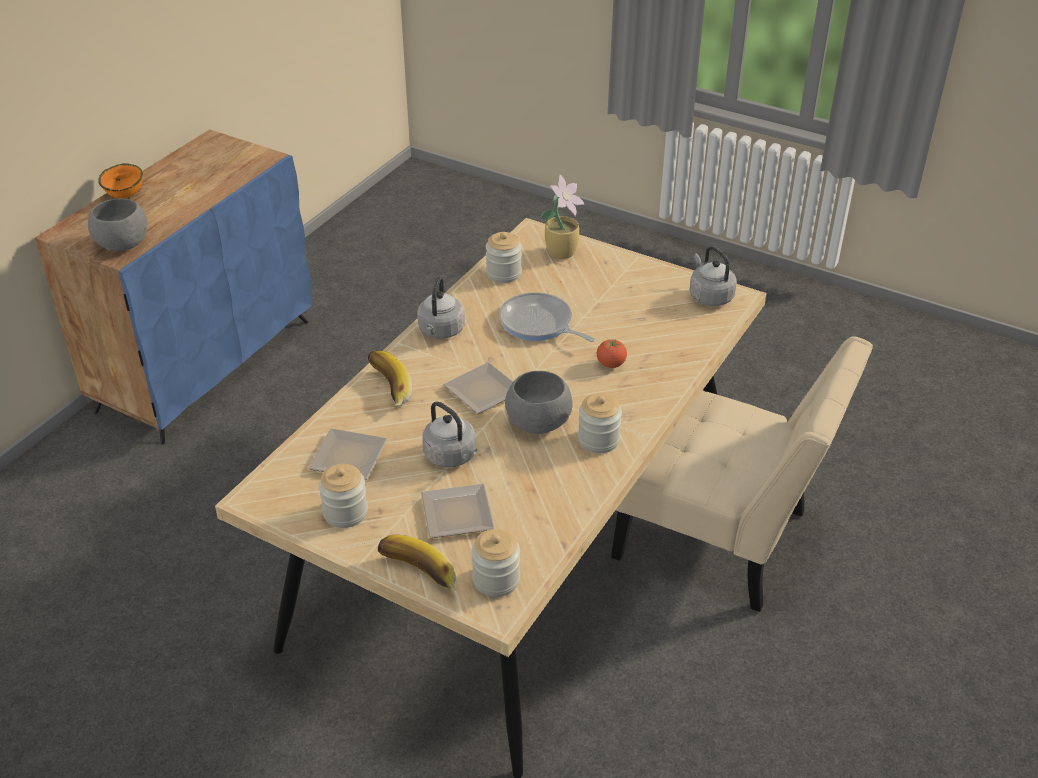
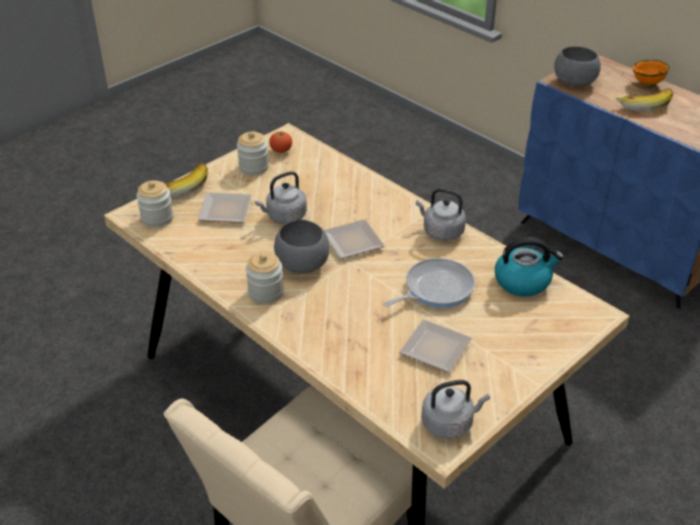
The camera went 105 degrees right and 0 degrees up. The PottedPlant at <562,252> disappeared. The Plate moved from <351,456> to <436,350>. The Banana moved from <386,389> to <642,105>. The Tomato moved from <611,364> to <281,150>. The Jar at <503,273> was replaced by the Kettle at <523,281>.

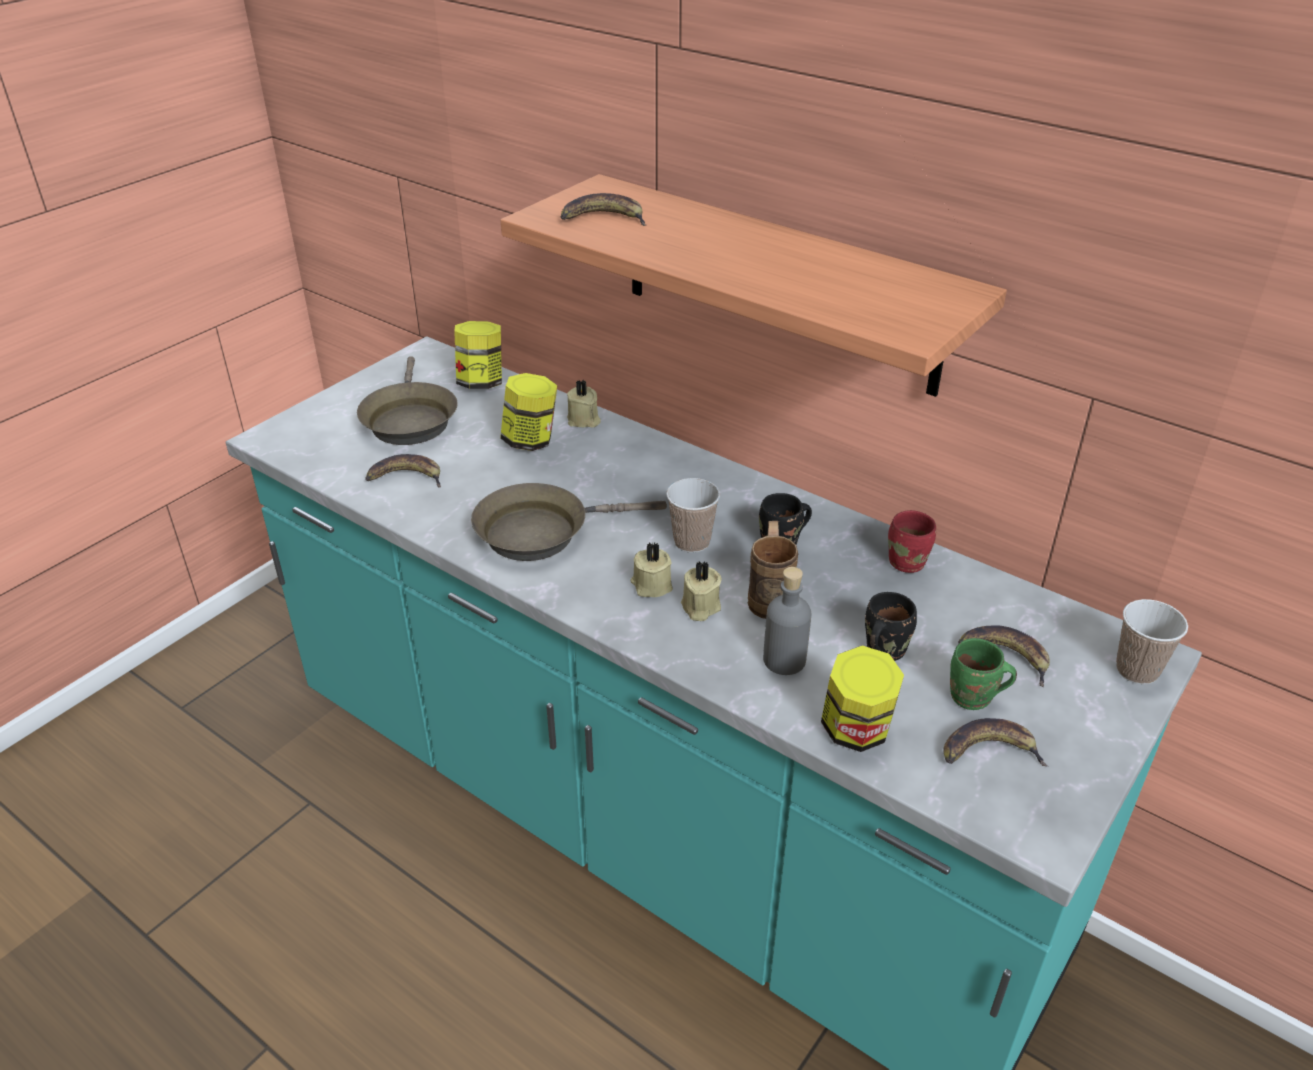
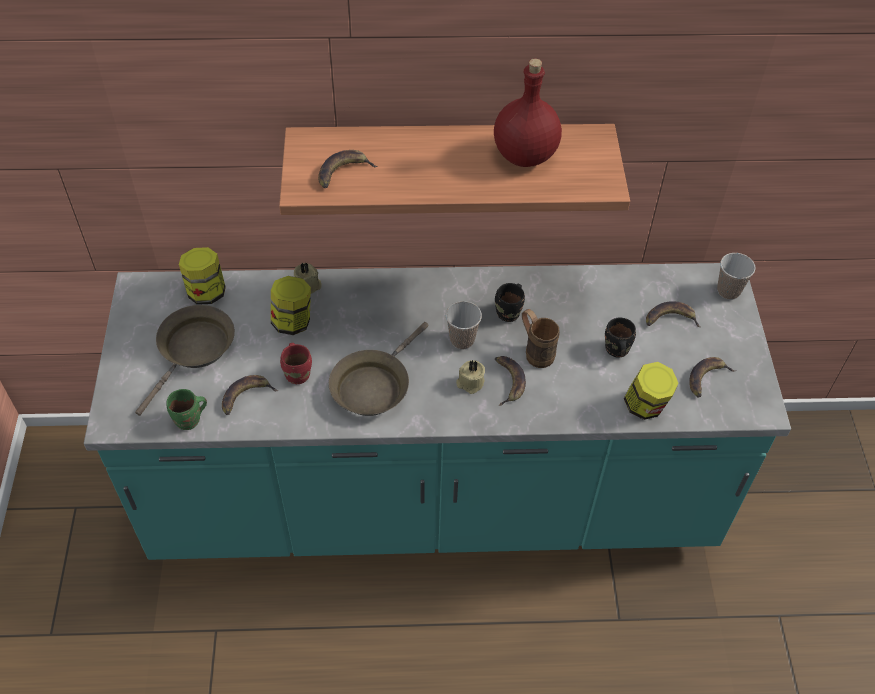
The camera went 40 degrees left and 15 degrees up. The GreyBottle at <784,660> disappeared. The RedBottle at <526,155> appeared. The RedMug moved from <909,562> to <299,373>. The GreenMug moved from <973,699> to <190,421>. The BeigeCandle at <699,607> was replaced by the Banana at <508,381>. The BrownFryingPan at <409,420> turned 105 degrees counterclockwise.

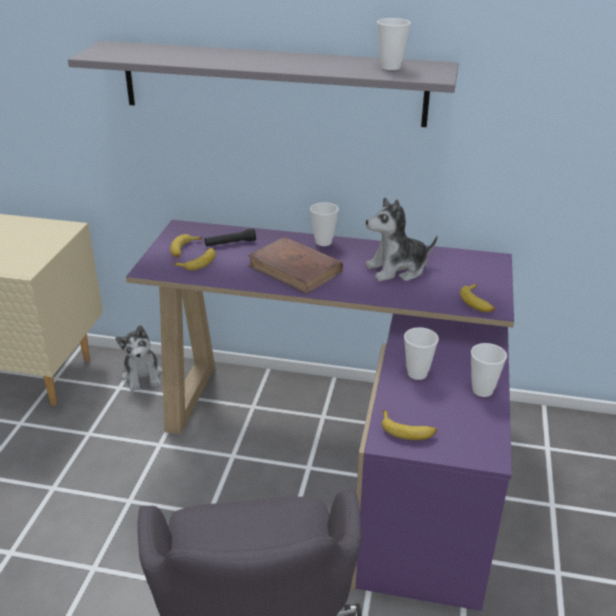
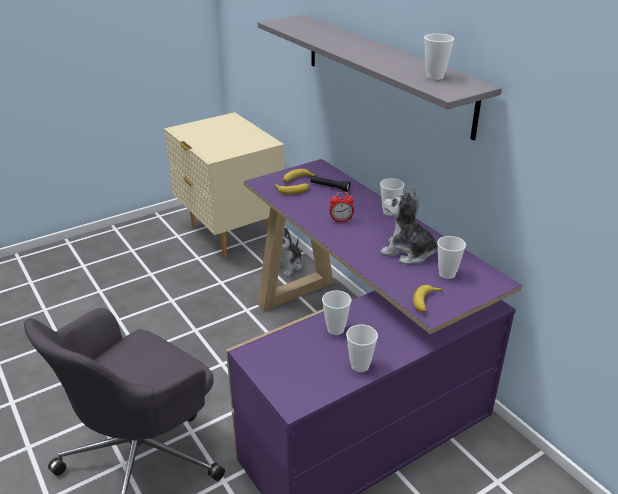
The camera went 45 degrees right and 0 degrees up. The Banana at <407,430> disappeared. The Cup at <447,274> appeared. The BrownBook at <295,269> was replaced by the AlarmClock at <341,220>.

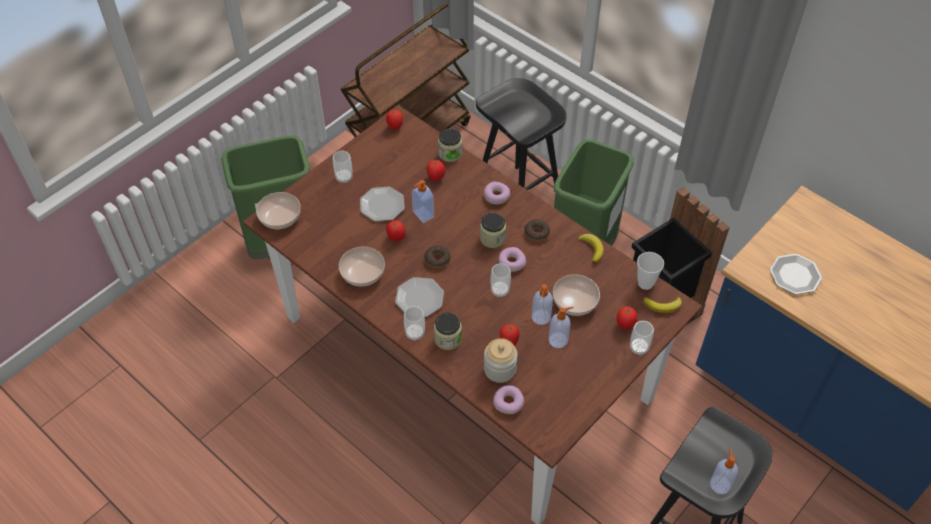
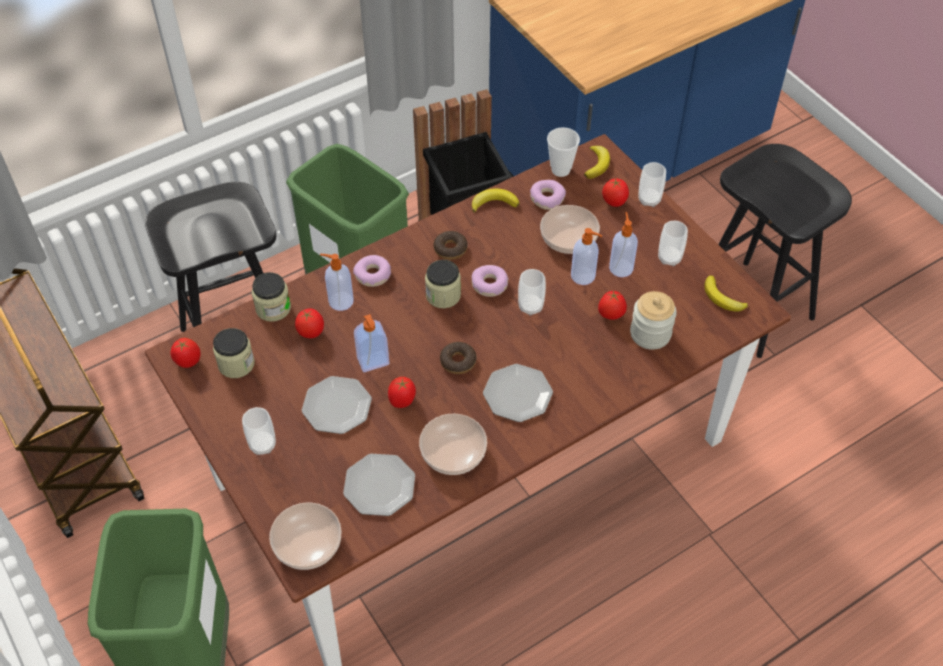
The camera went 75 degrees left and 0 degrees up. The Banana at <722,298> appeared. The Cup moved from <415,333> to <669,258>. The Jar moved from <448,339> to <236,364>. The Donut moved from <508,402> to <547,198>. The SoapDispenser moved from <720,483> to <340,301>. The Plate moved from <794,275> to <379,486>.

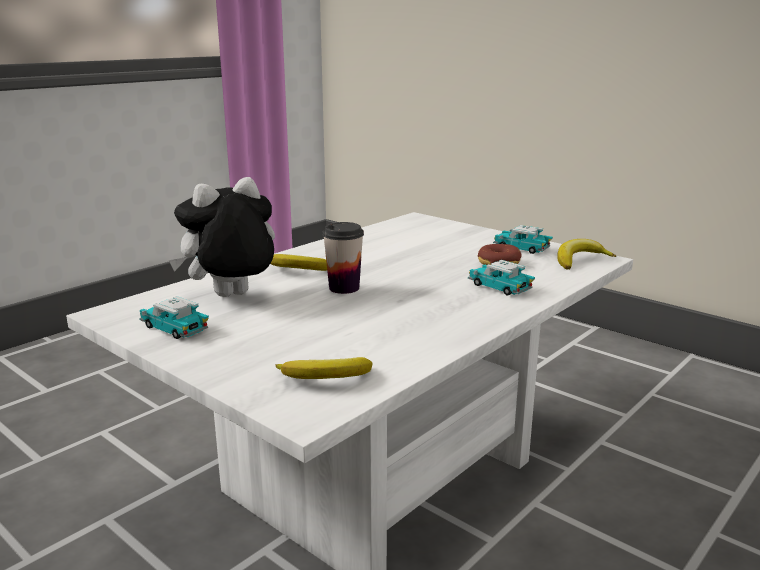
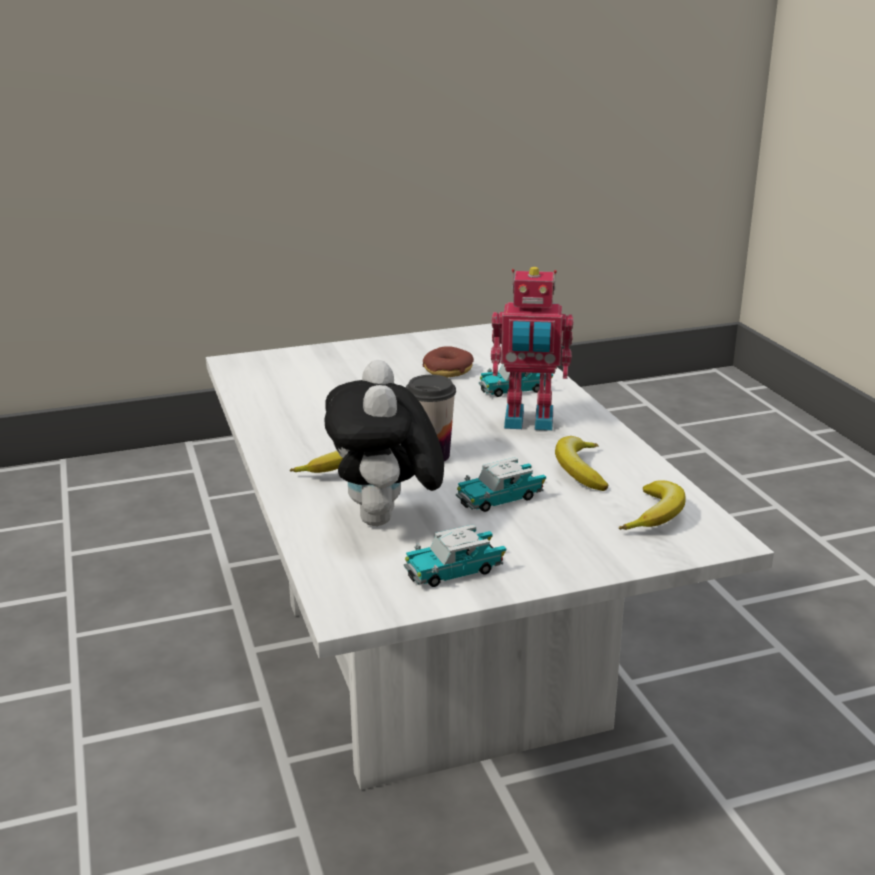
The camera went 60 degrees left and 5 degrees up. The ToyRobot at <528,422> appeared. The ToyCar moved from <521,248> to <500,498>. The Banana moved from <580,260> to <580,470>.

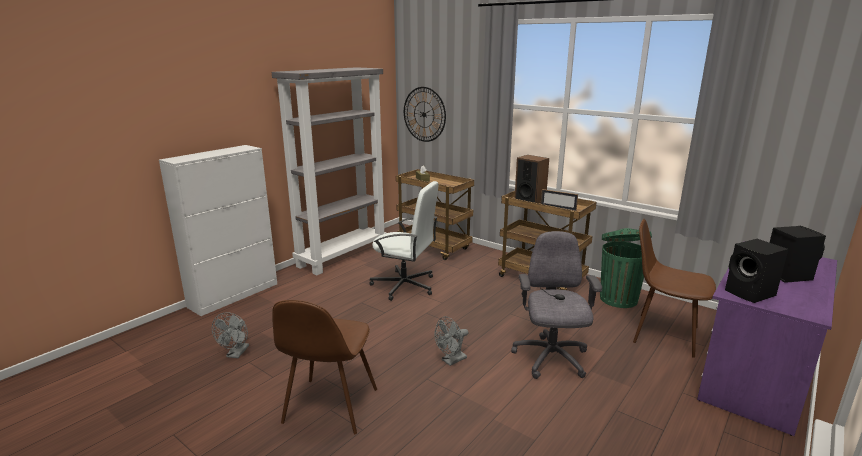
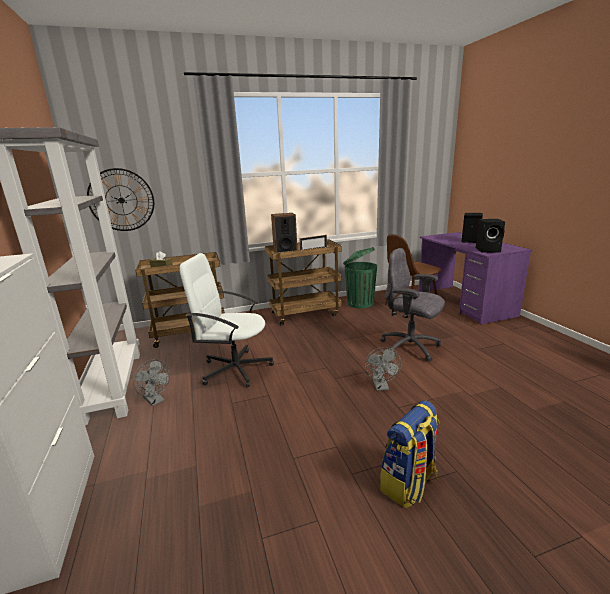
The camera went 55 degrees left and 0 degrees up. The GreyFan moved from <236,354> to <155,400>. The BrownChair at <330,407> was replaced by the Backpack at <409,484>. The WhiteOfficeChair at <405,286> turned 135 degrees counterclockwise.

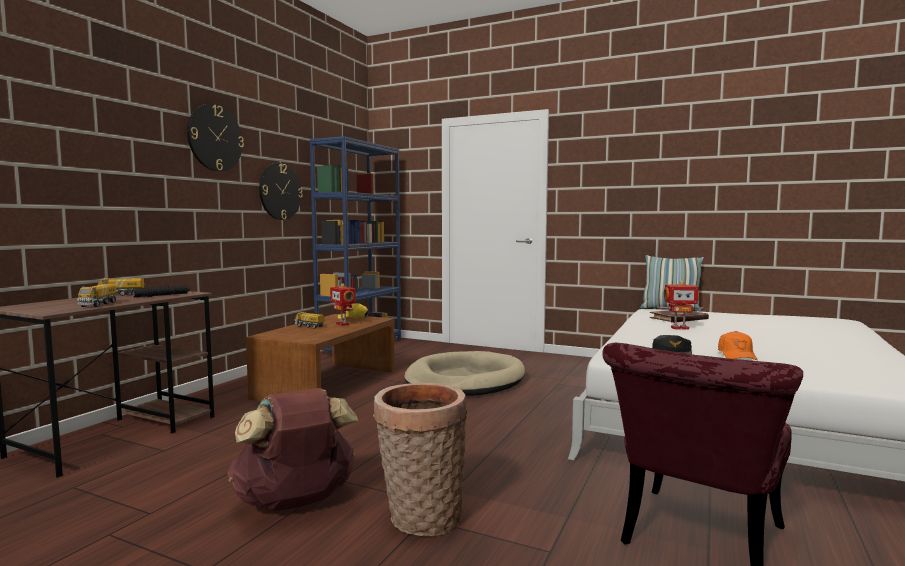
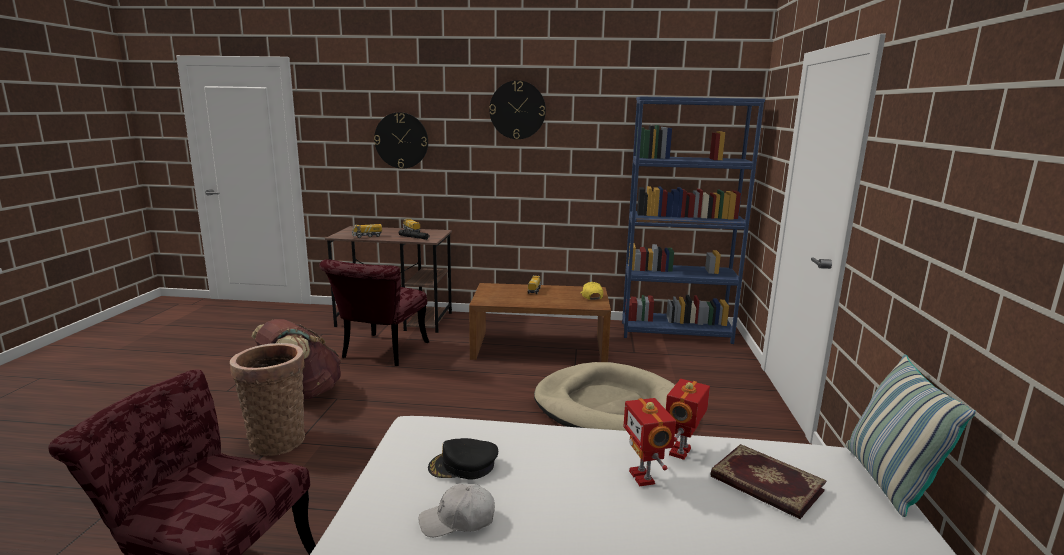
The camera went 70 degrees right and 10 degrees up. The RedChair at <380,353> appeared. The WallClock moved from <280,191> to <401,140>. The ToyRobot moved from <343,324> to <682,452>. The OrangeCap at <737,355> became the WhiteCap at <458,520>.

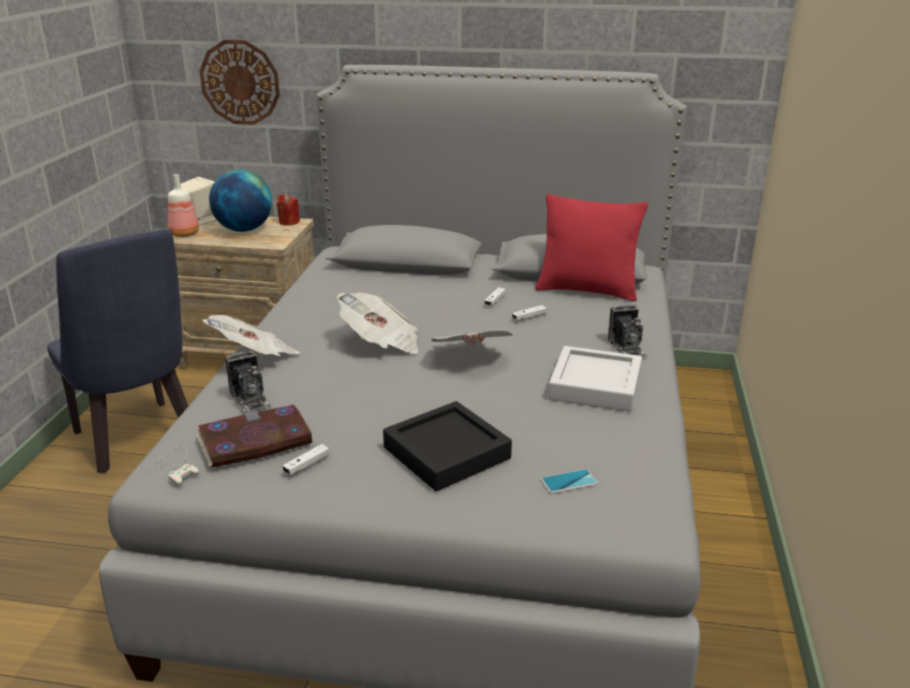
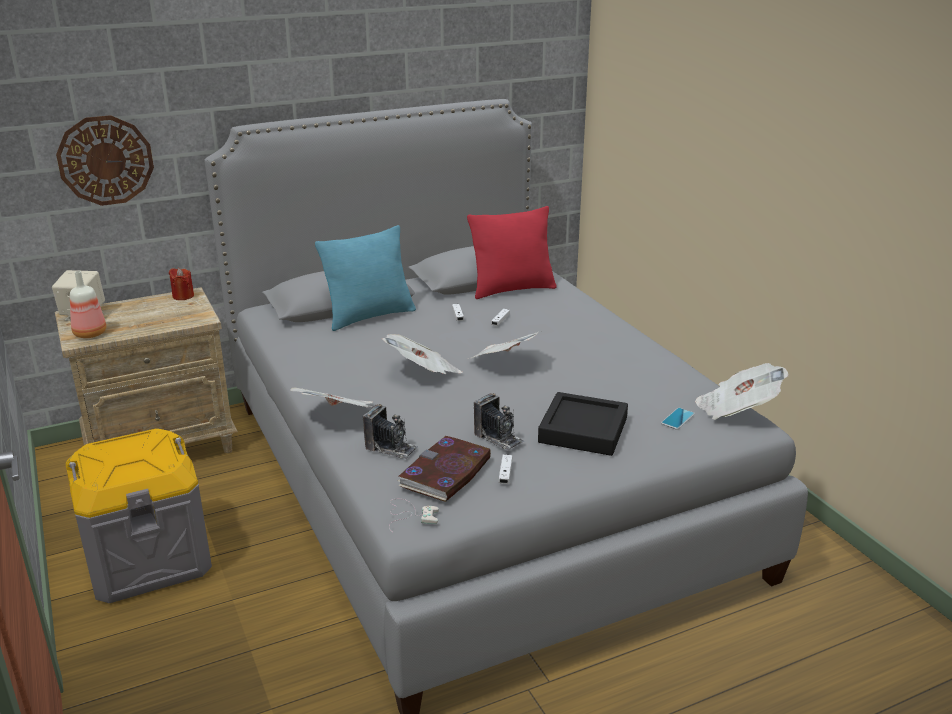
The camera went 35 degrees left and 0 degrees up. The Globe at <244,229> disappeared. The GreyTray at <595,386> disappeared. The TurquoisePillow at <369,316> appeared. The Newspaper at <737,410> appeared. The PhotoCamera moved from <627,348> to <498,437>. The BlueChair at <139,440> was replaced by the GreyStorageBox at <148,558>.

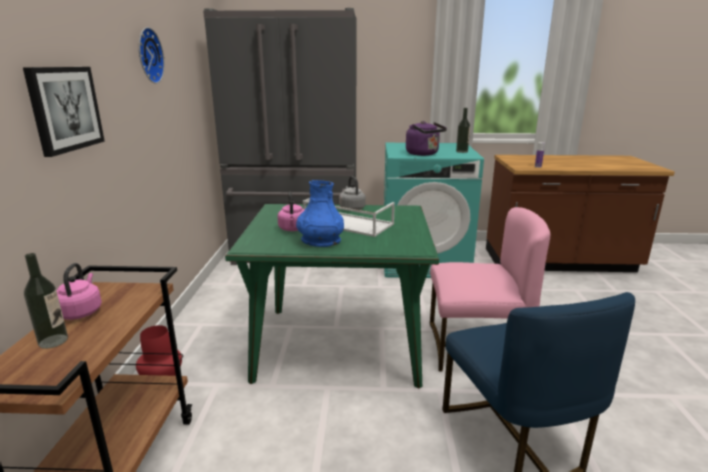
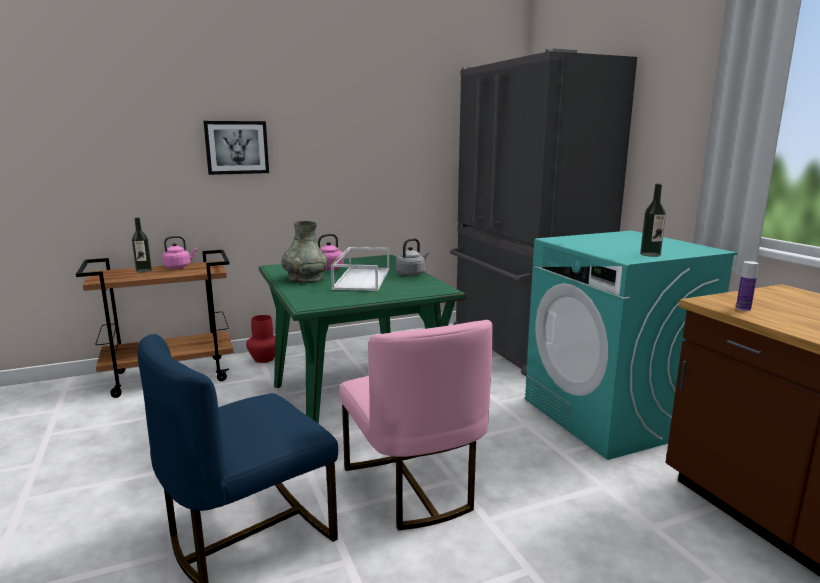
The camera went 65 degrees right and 5 degrees down. The WallClock at <147,56> disappeared. The PurpleKettle at <424,154> disappeared. The BlueVase at <320,241> became the GreyVase at <305,278>.

